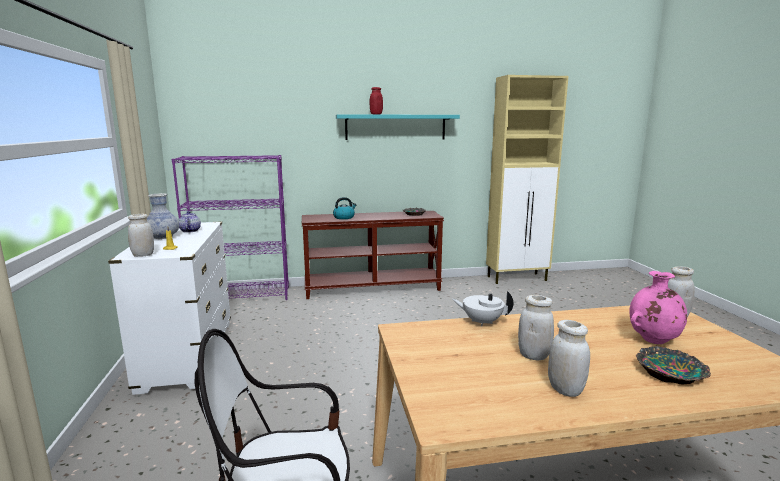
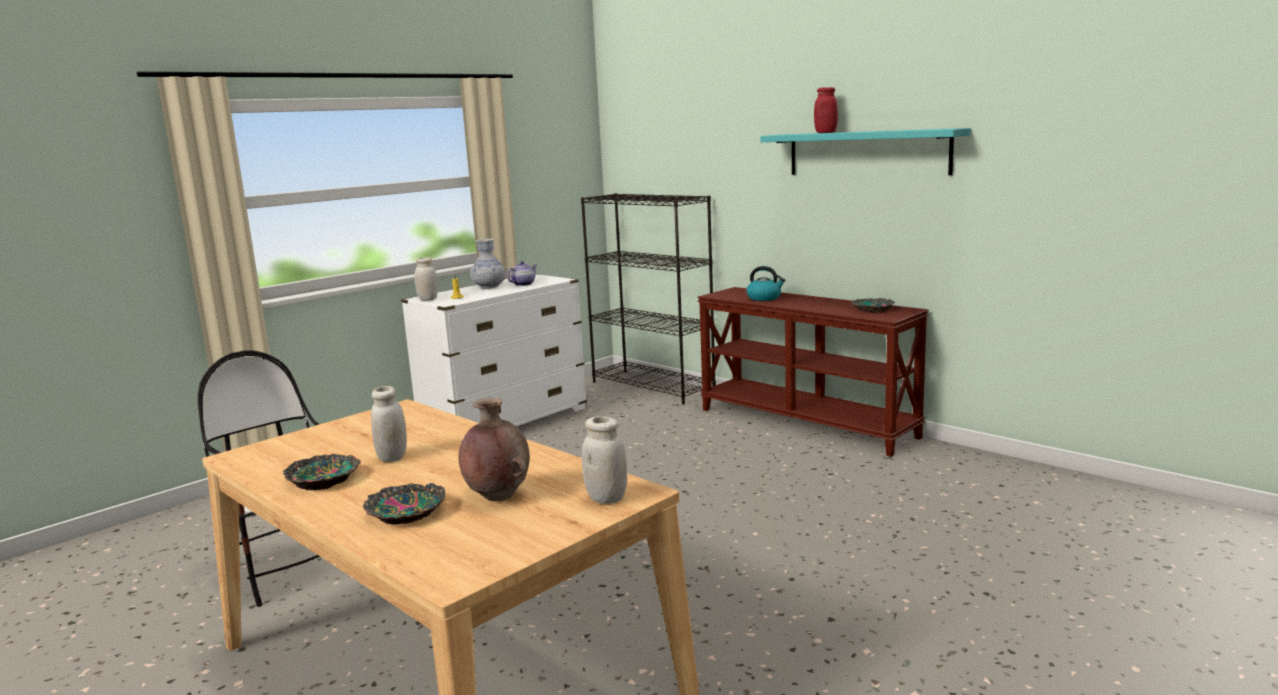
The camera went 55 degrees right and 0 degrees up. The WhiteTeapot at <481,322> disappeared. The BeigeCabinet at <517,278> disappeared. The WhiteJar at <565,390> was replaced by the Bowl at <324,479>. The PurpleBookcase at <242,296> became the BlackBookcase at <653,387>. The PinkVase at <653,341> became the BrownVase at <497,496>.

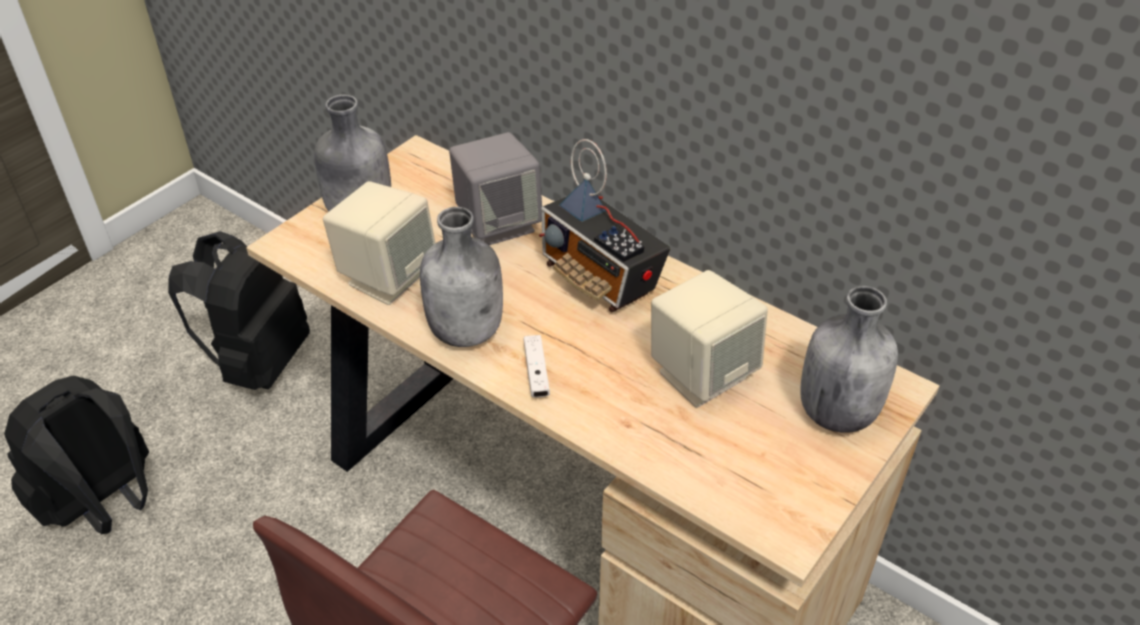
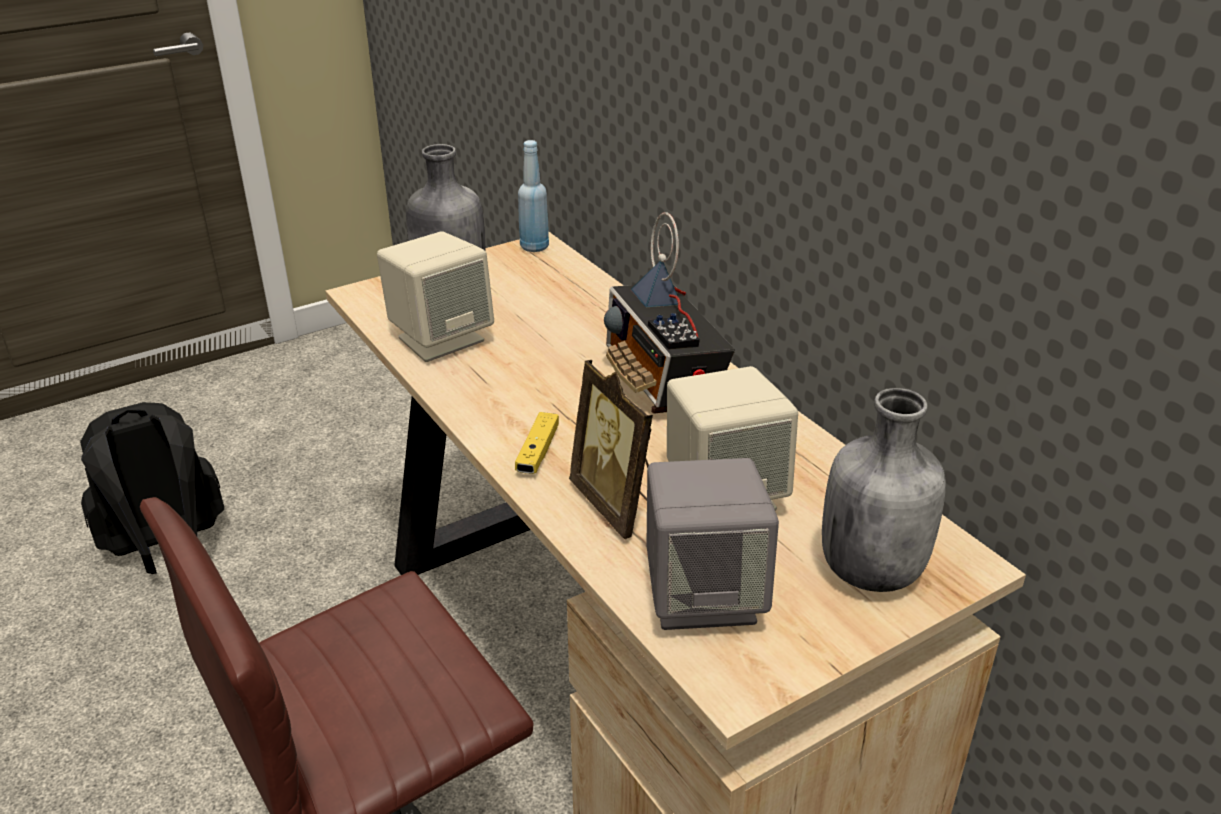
The camera went 20 degrees right and 10 degrees down. The BlackBackpack at <258,362> disappeared. The GreyBottle at <467,330> disappeared. The BlueBottle at <534,247> appeared. The PictureFrame at <619,505> appeared. The GreySpeaker moved from <498,224> to <704,596>. The WhiteGameController at <536,373> became the YellowGameController at <538,452>.

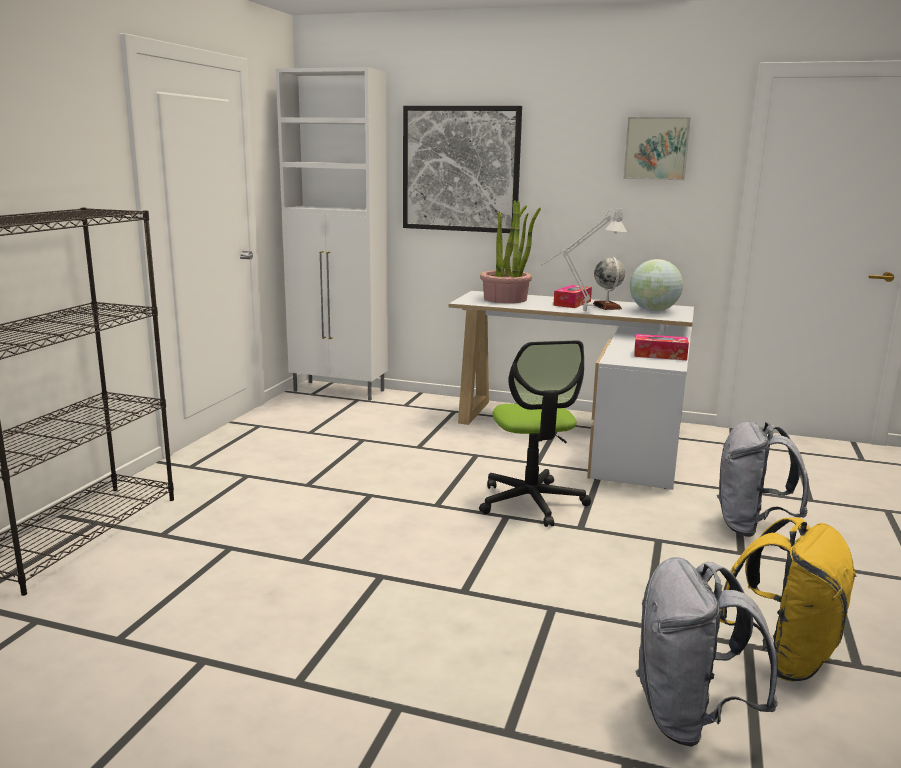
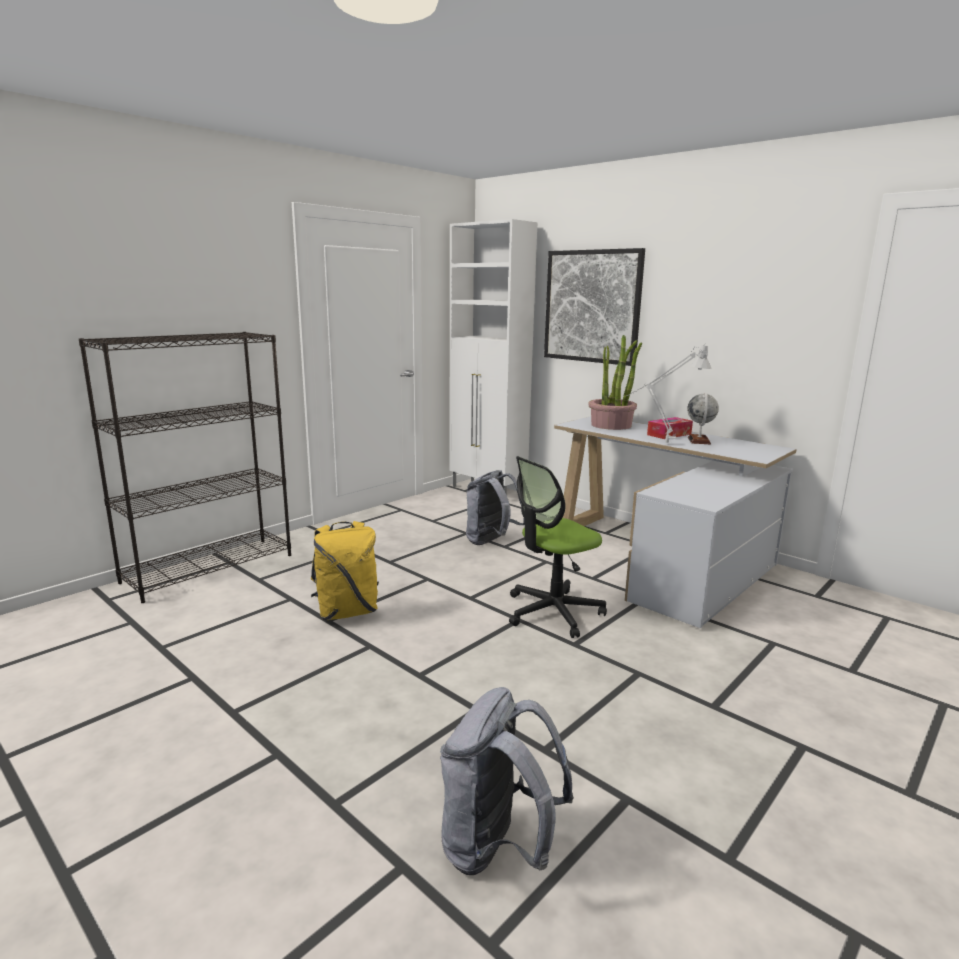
The camera went 25 degrees right and 0 degrees up. The Picture at <656,148> disappeared. The Globe at <653,311> disappeared. The TissueBox at <660,355> disappeared. The GreyBackpack moved from <751,527> to <491,542>. The YellowBackpack moved from <782,657> to <347,612>. The OfficeChair at <531,502> turned 45 degrees clockwise.

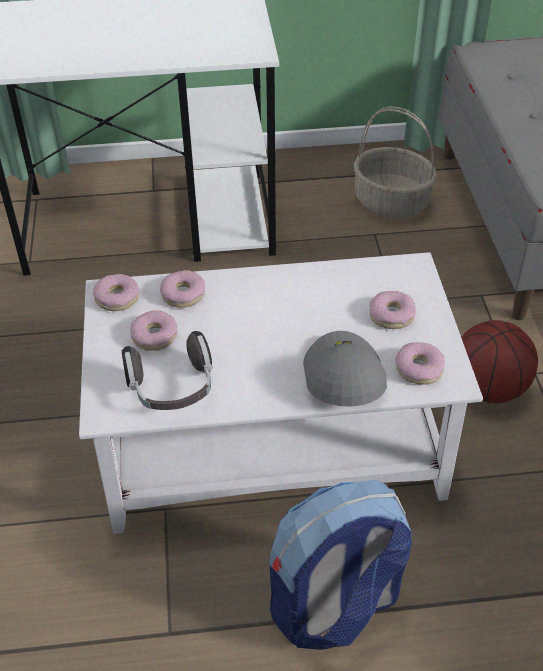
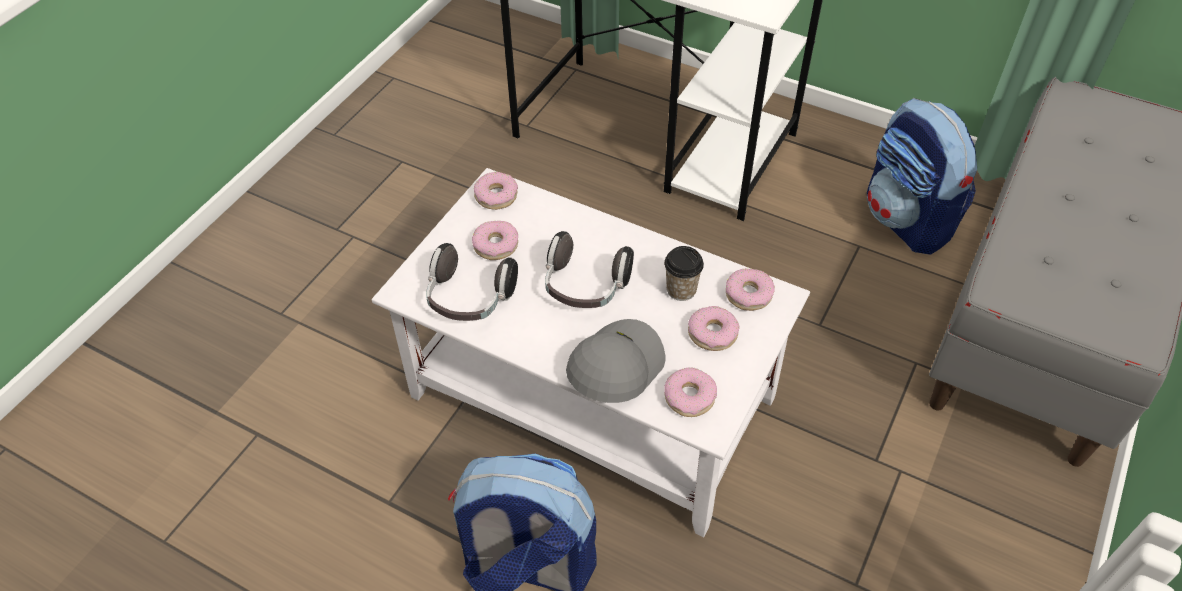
The camera went 35 degrees right and 5 degrees up. The Basketball at <487,388> disappeared. The Headphones at <585,287> appeared. The Cup at <681,290> appeared. The Donut moved from <183,294> to <748,294>. The Basket at <392,201> was replaced by the Backpack at <907,220>.

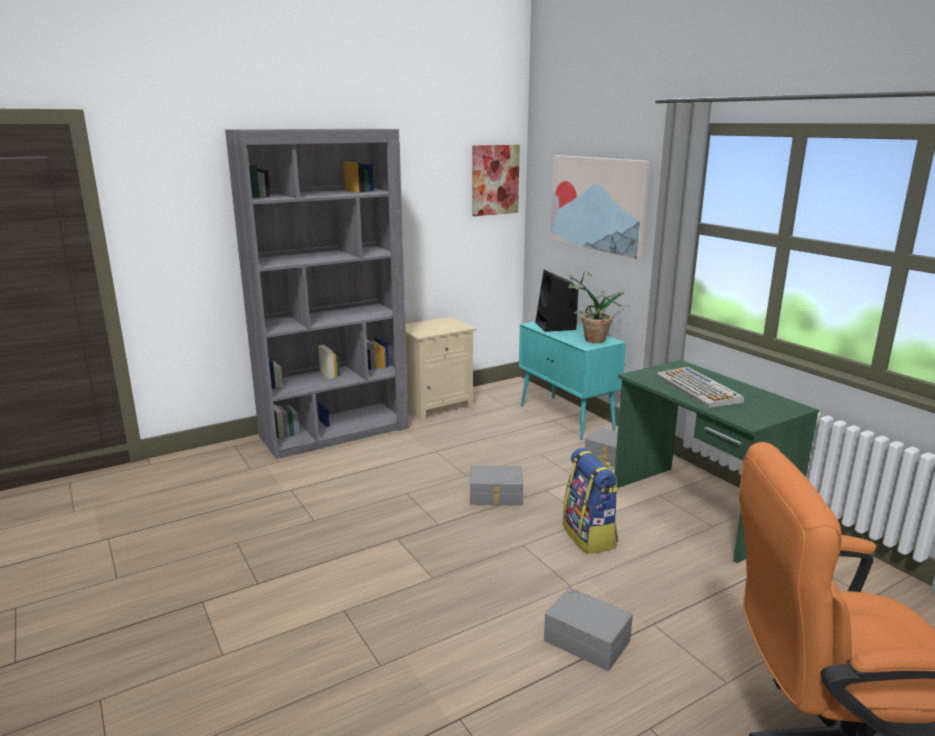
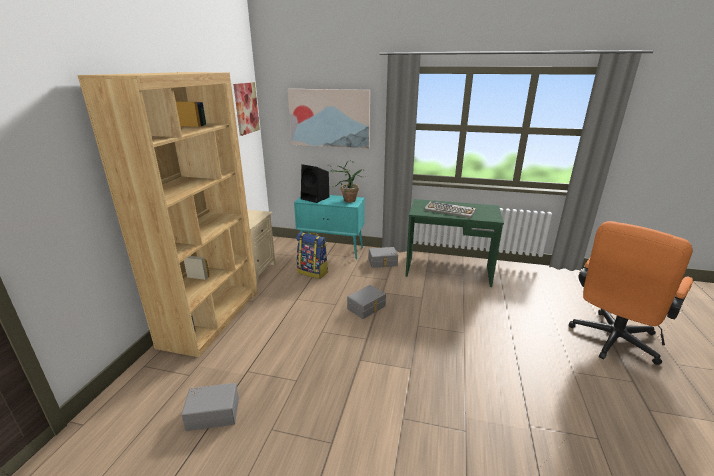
The camera went 45 degrees left and 5 degrees up. The GreyStorageBox moved from <587,639> to <213,412>. The Backpack moved from <590,536> to <313,272>. The GreyBookcase at <335,432> became the BrownBookcase at <212,317>.

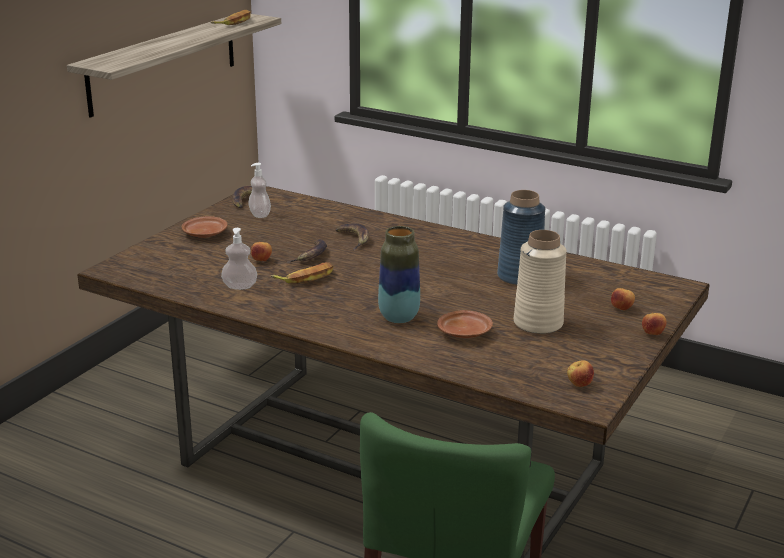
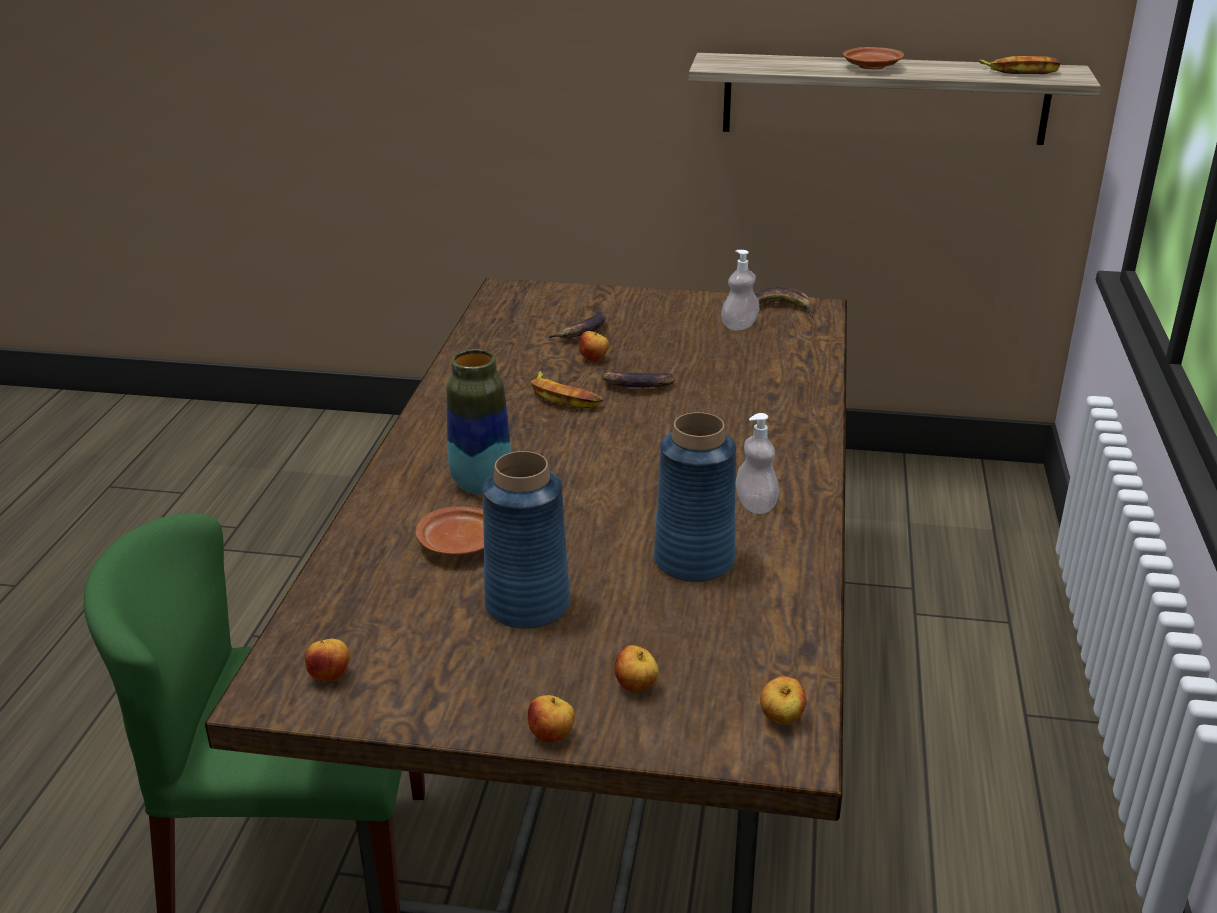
The camera went 70 degrees right and 5 degrees up. The Apple at <781,720> appeared. The BrownPlate moved from <205,234> to <872,67>. The SoapDispenser moved from <240,286> to <755,505>. The Banana moved from <354,239> to <582,332>. The BeigeVase at <538,323> became the BlueVase at <528,605>.

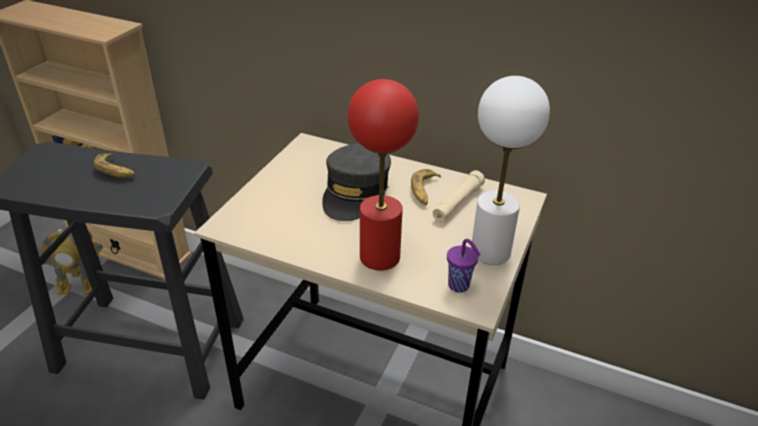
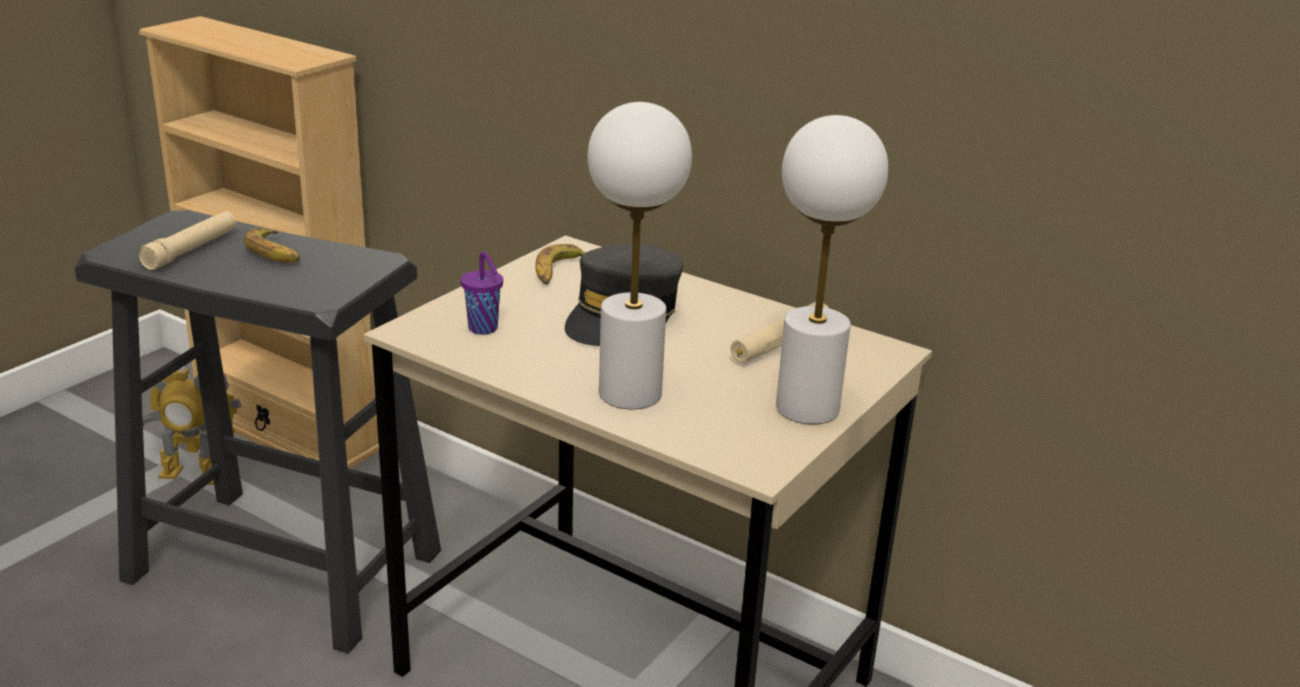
The camera went 10 degrees right and 10 degrees down. The BeigeFlashlight at <191,250> appeared. The Banana moved from <424,191> to <557,272>. The PurpleCup moved from <460,286> to <484,329>. The RedTableLamp at <380,256> became the WhiteTableLamp at <631,393>.

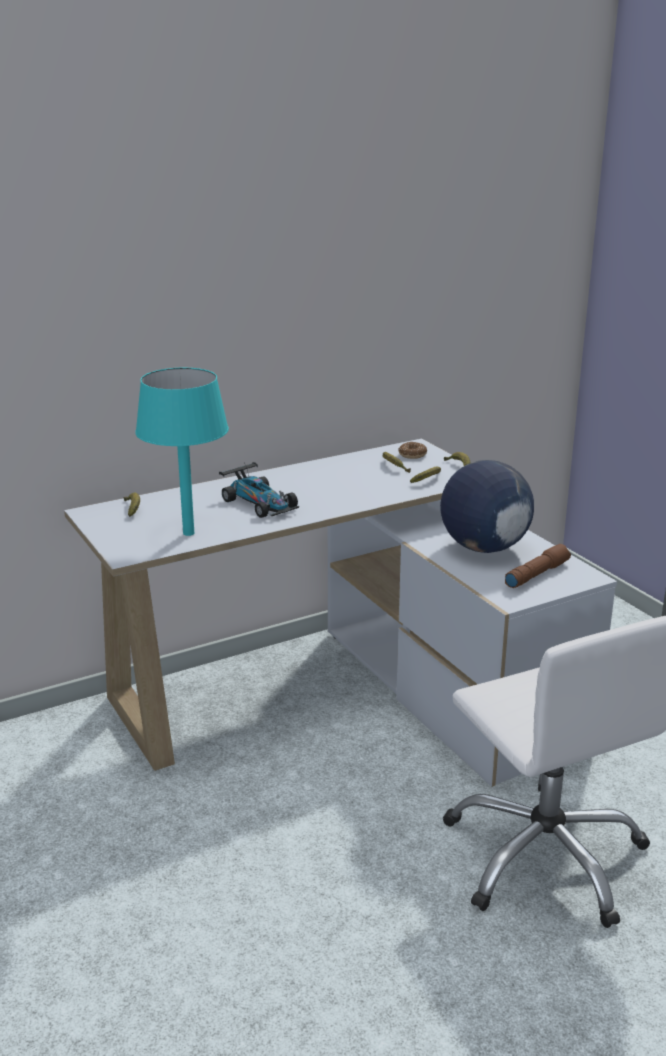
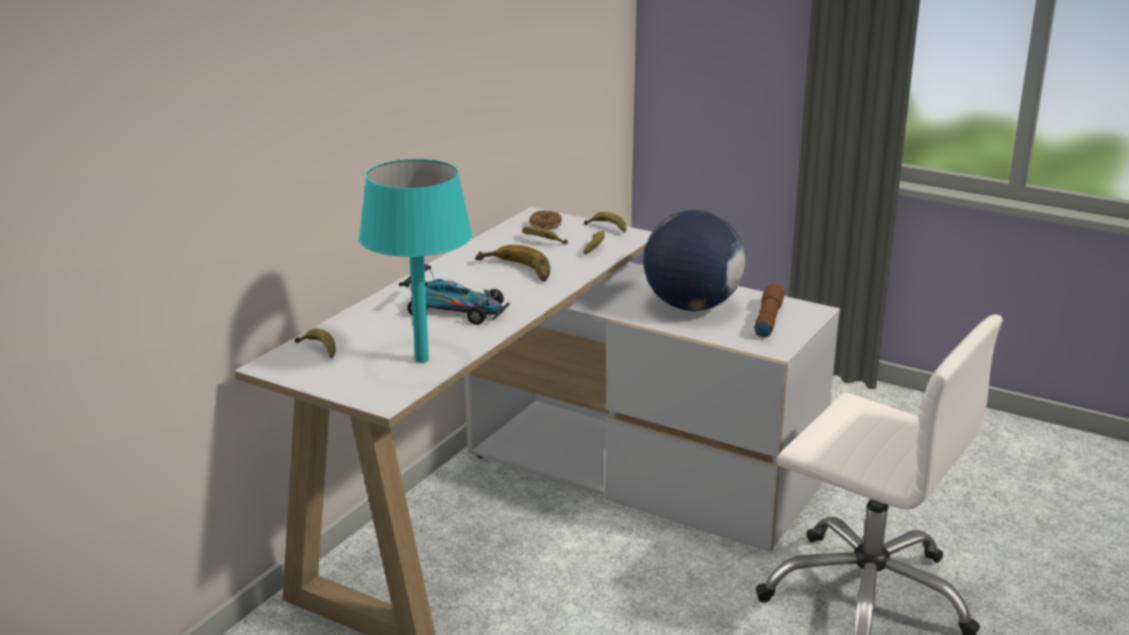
The camera went 30 degrees left and 0 degrees up. The Banana at <514,271> appeared.

